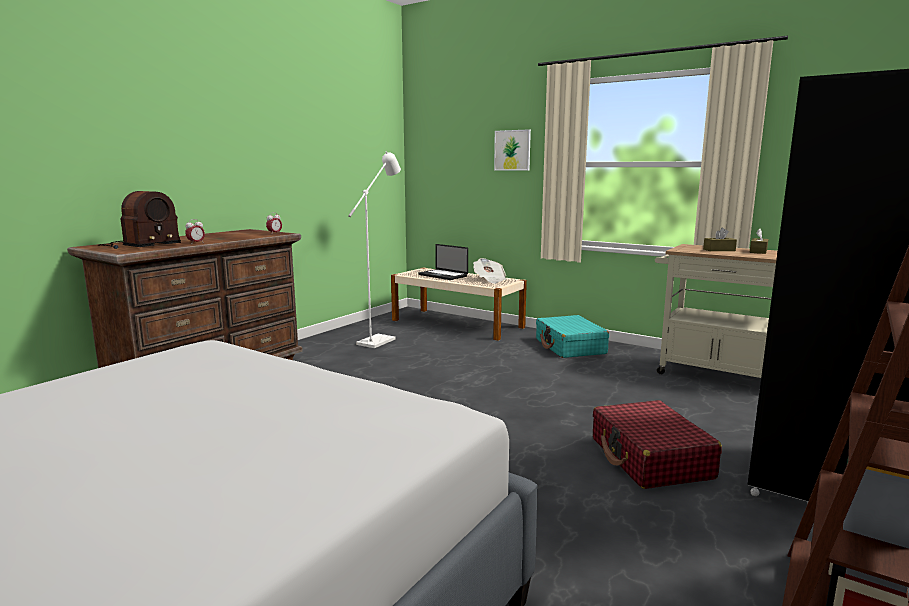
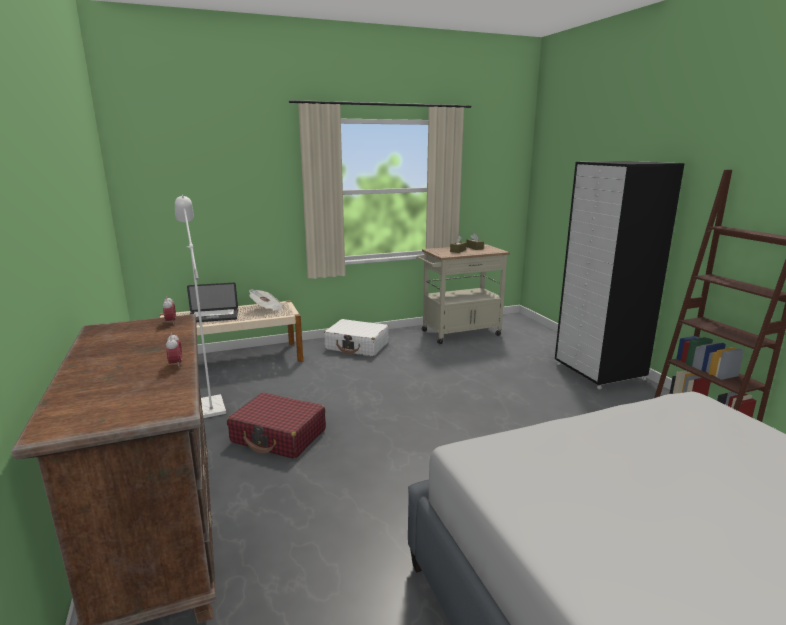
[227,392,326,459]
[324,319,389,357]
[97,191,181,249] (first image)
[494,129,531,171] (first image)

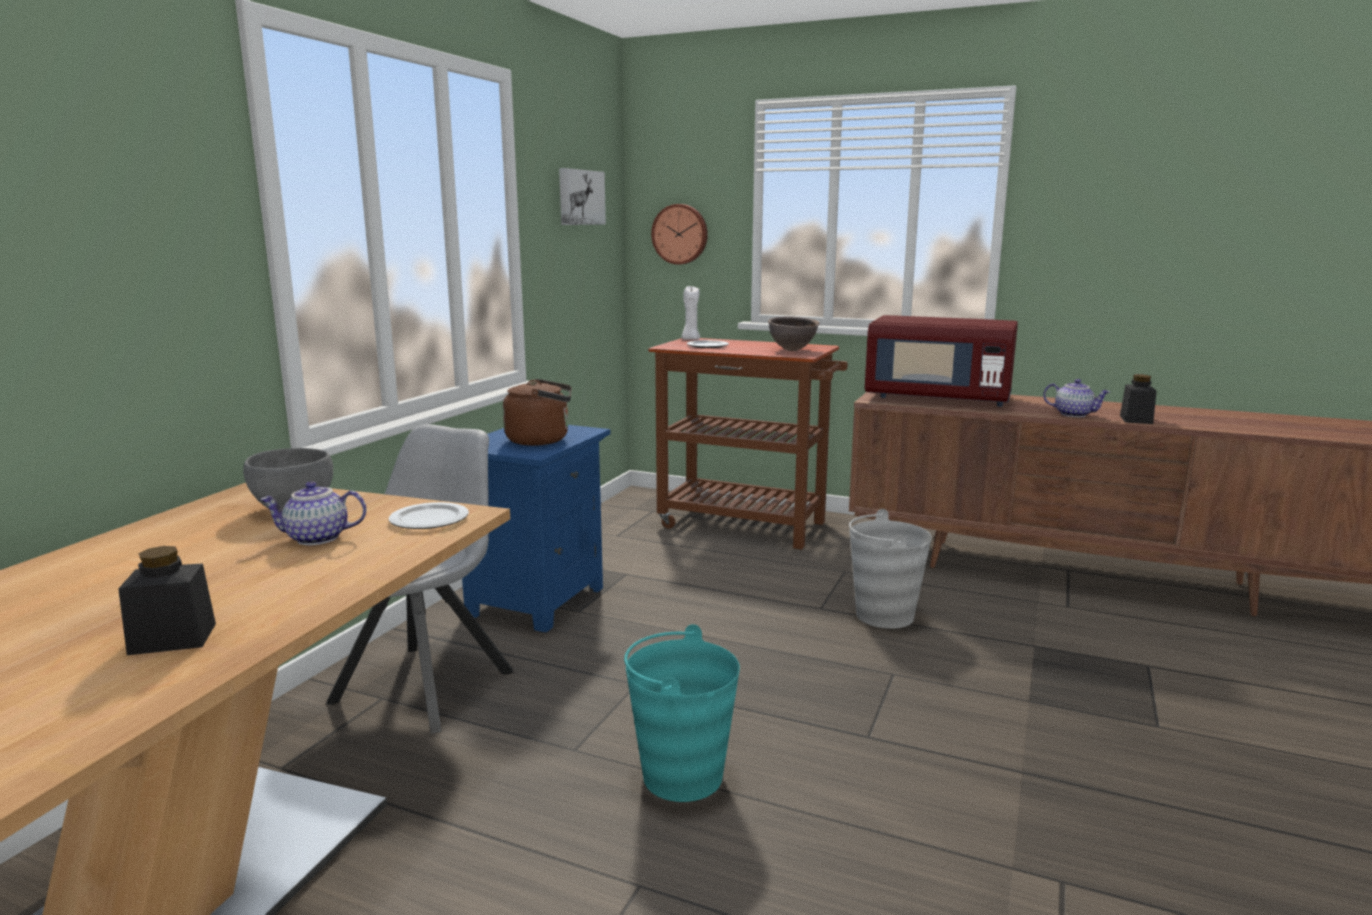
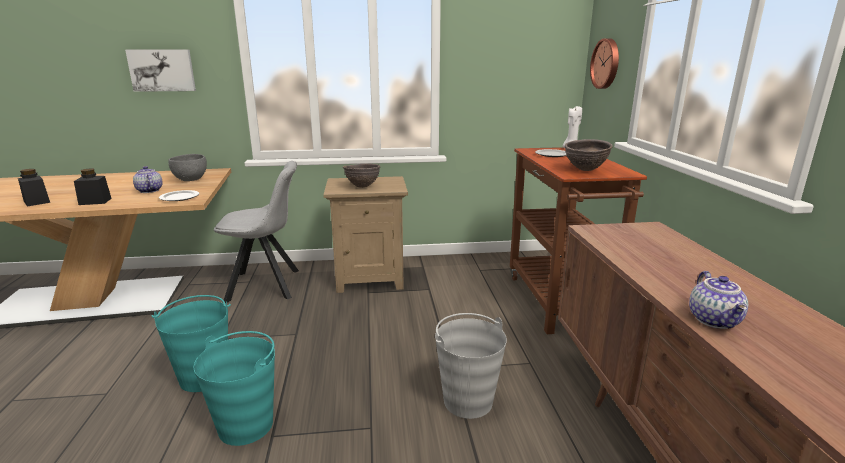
[74,168,112,205]
[125,49,196,92]
[194,331,275,446]
[323,176,408,293]
[343,164,380,188]
[865,315,1018,407] (first image)

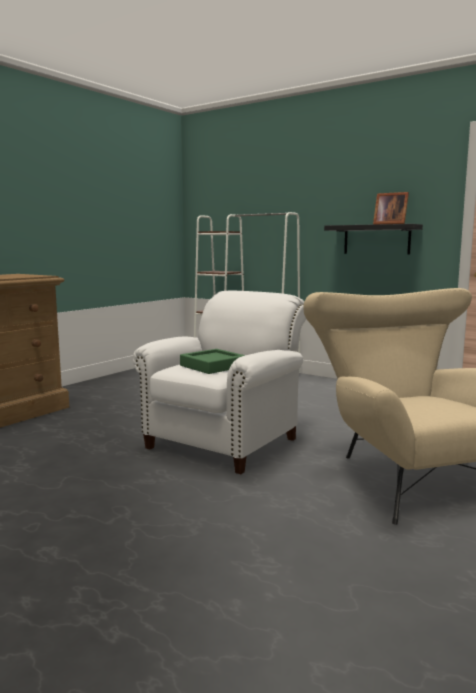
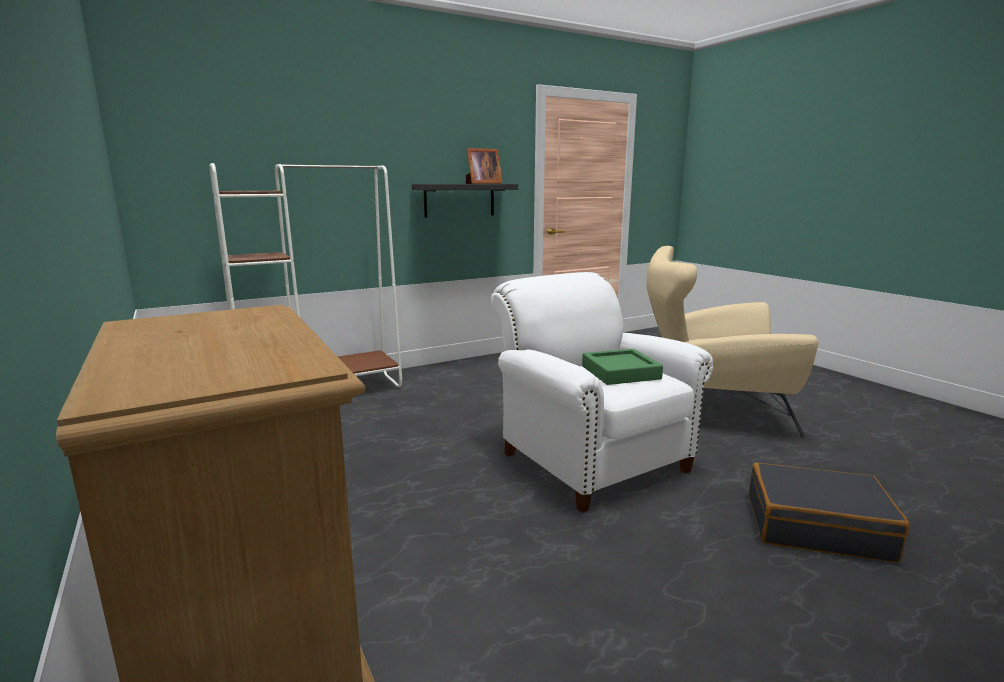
[749,463,910,563]

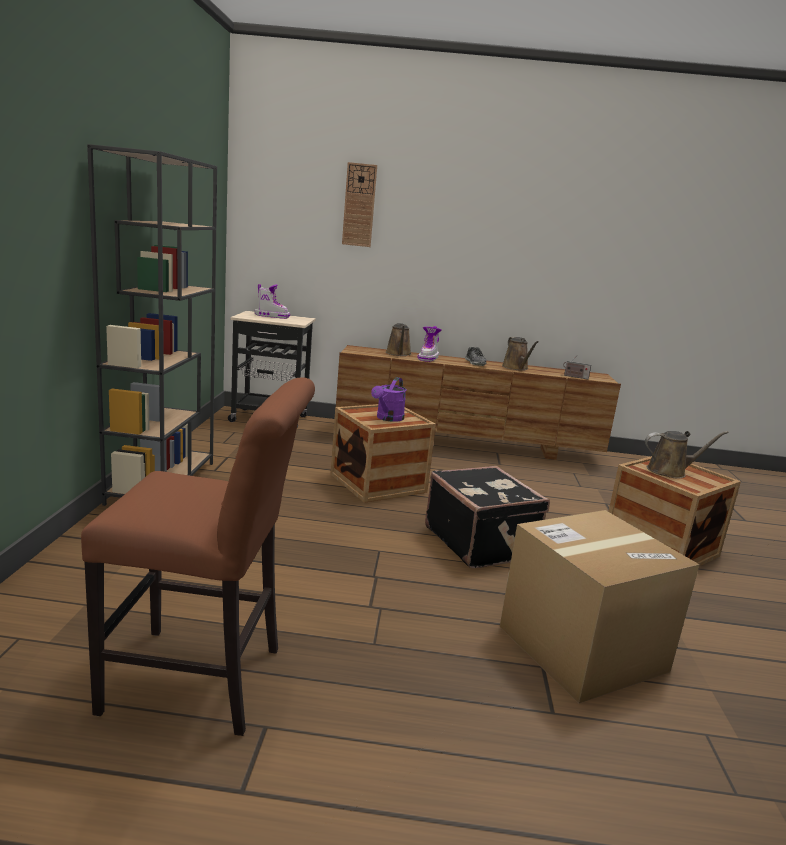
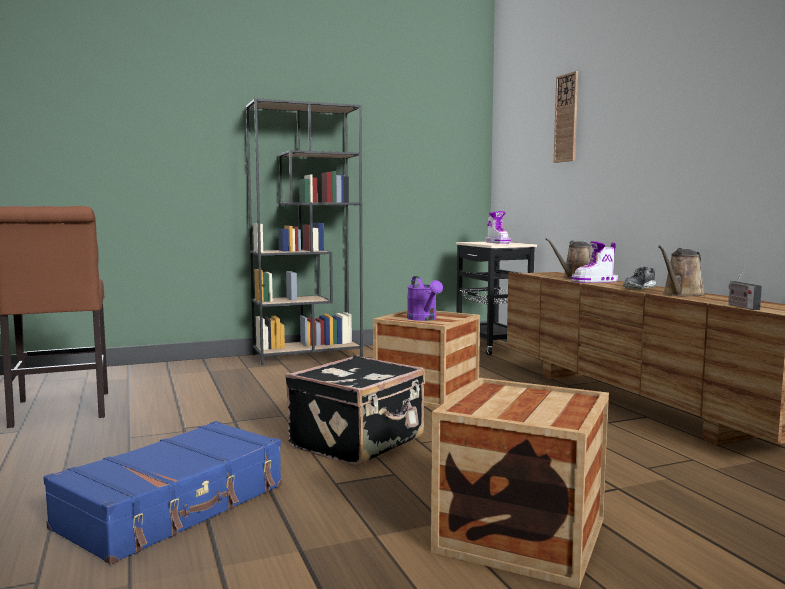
[43,421,282,565]
[407,276,443,321]
[645,431,729,479] (first image)

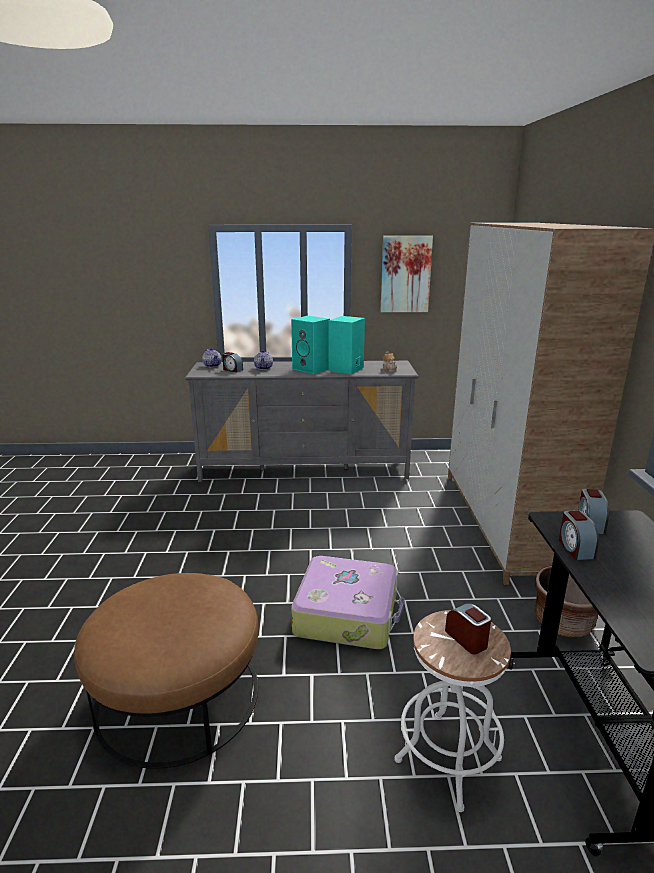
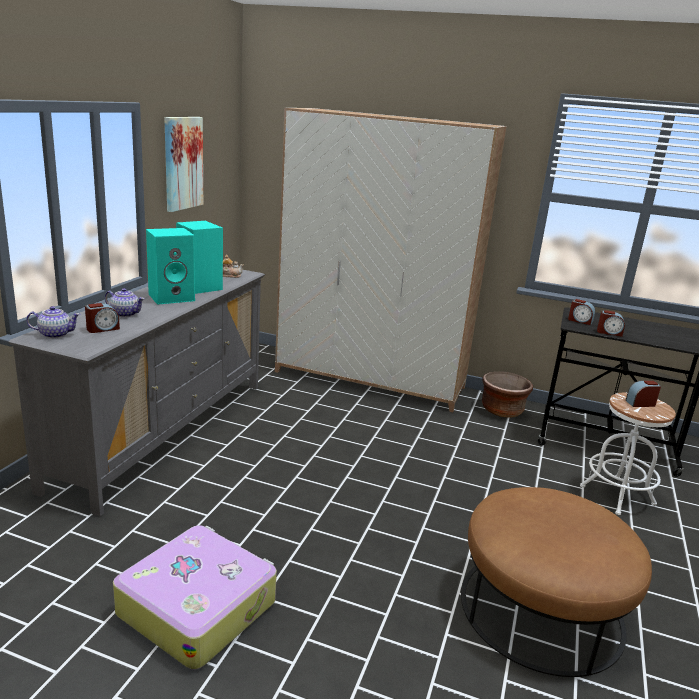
[113,525,277,670]

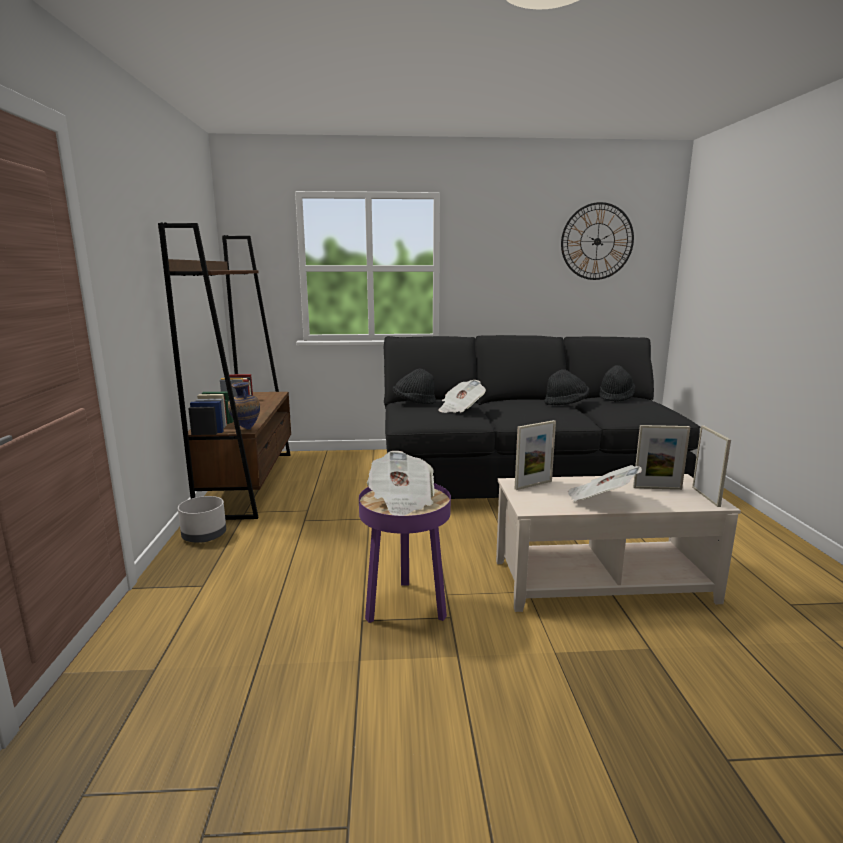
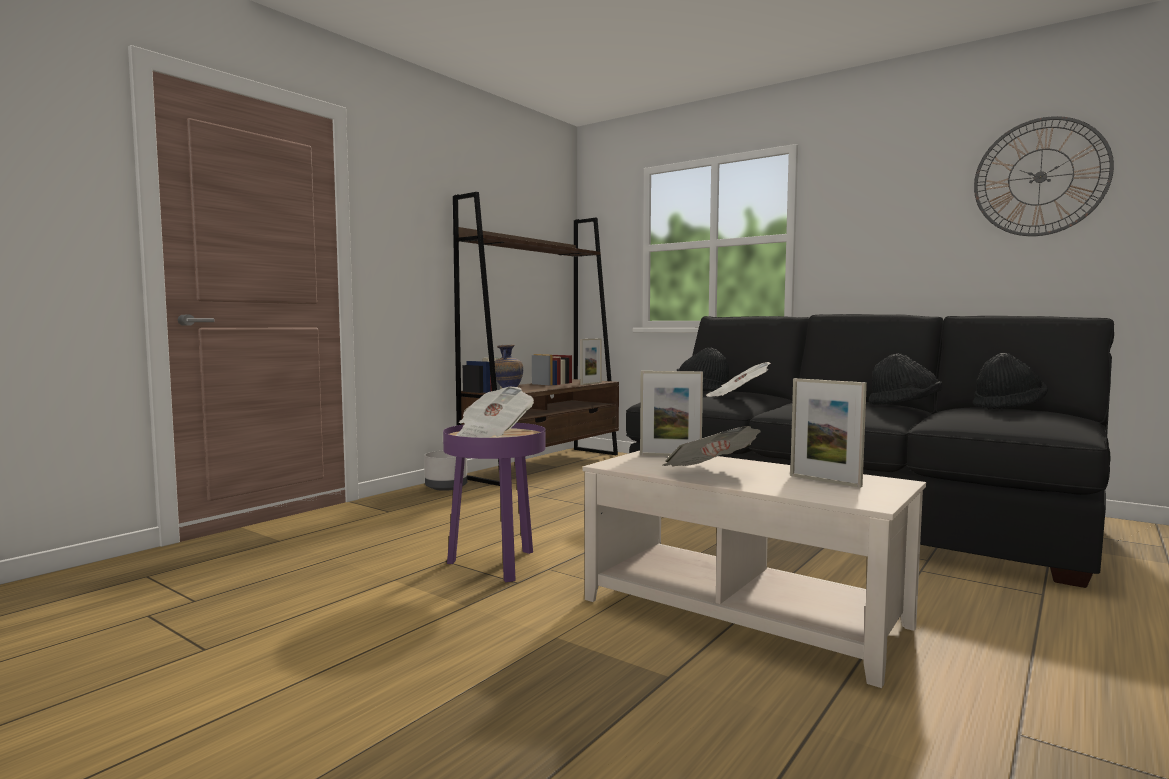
[580,338,602,385]

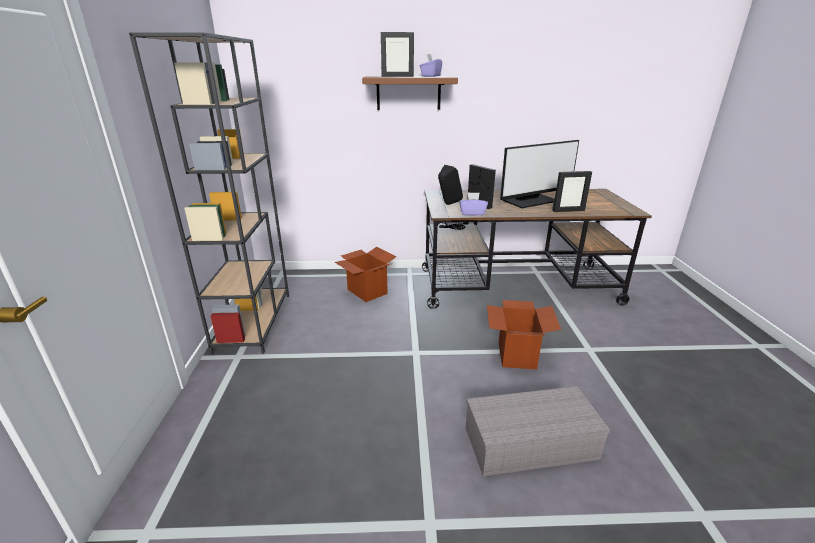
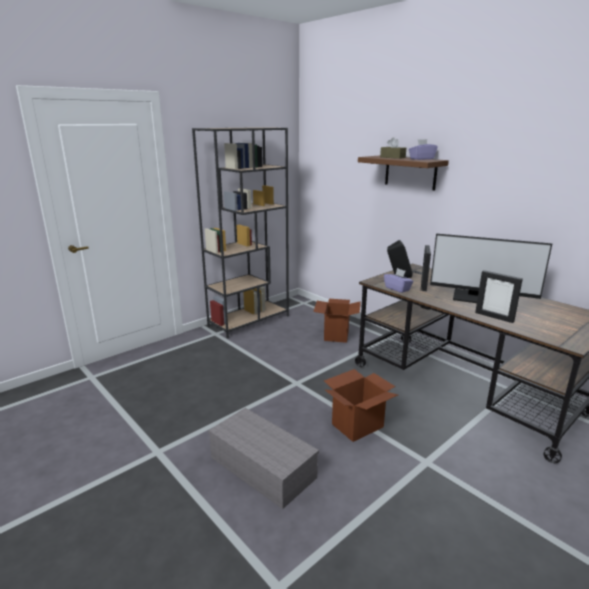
[380,137,406,159]

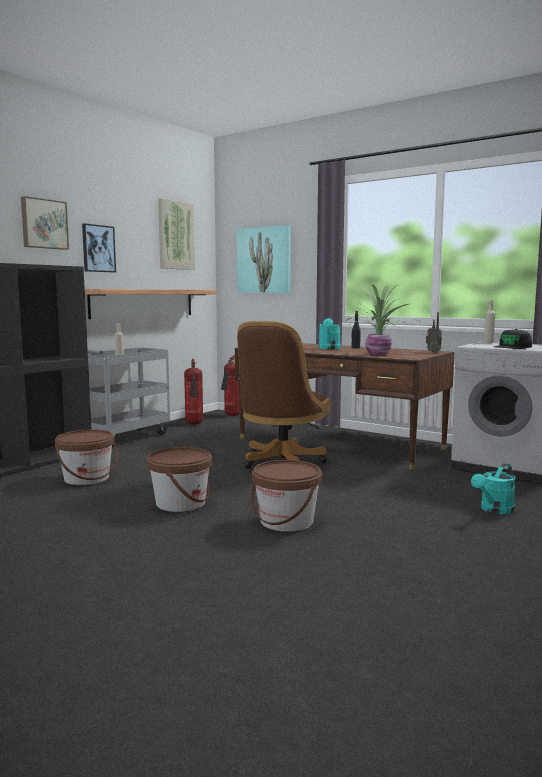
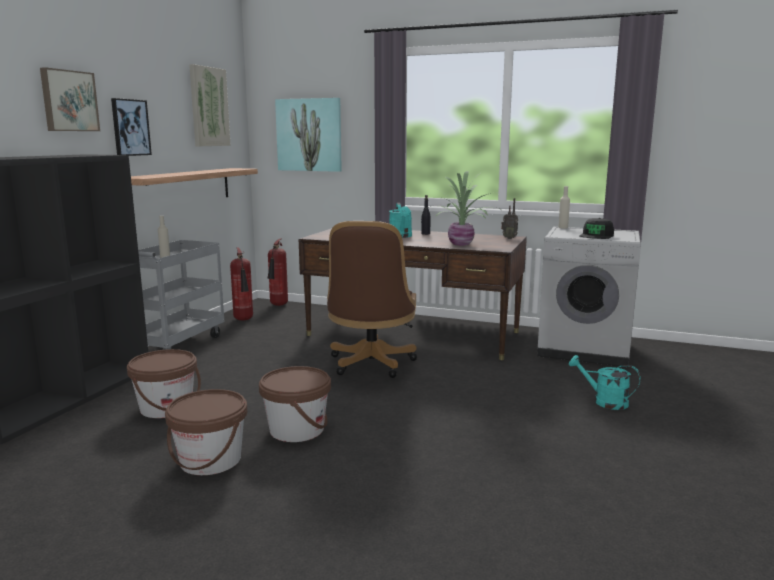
[165,389,247,475]
[569,355,641,410]

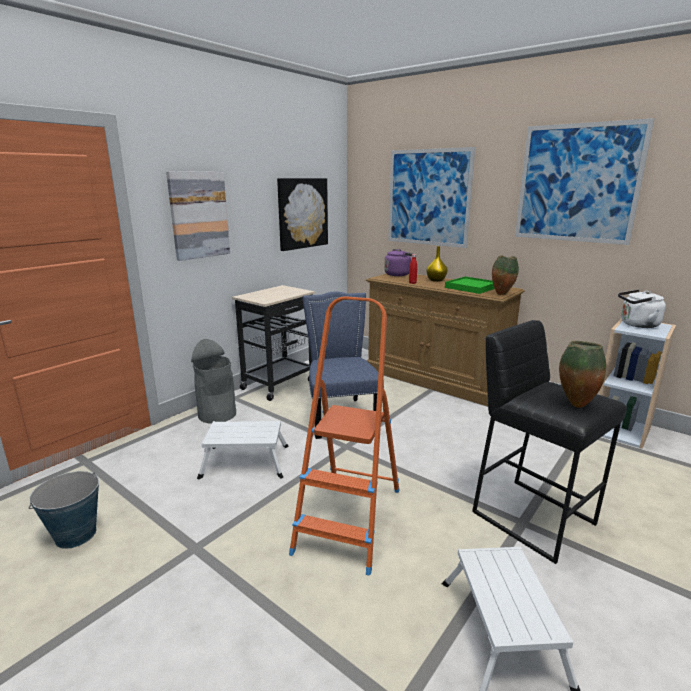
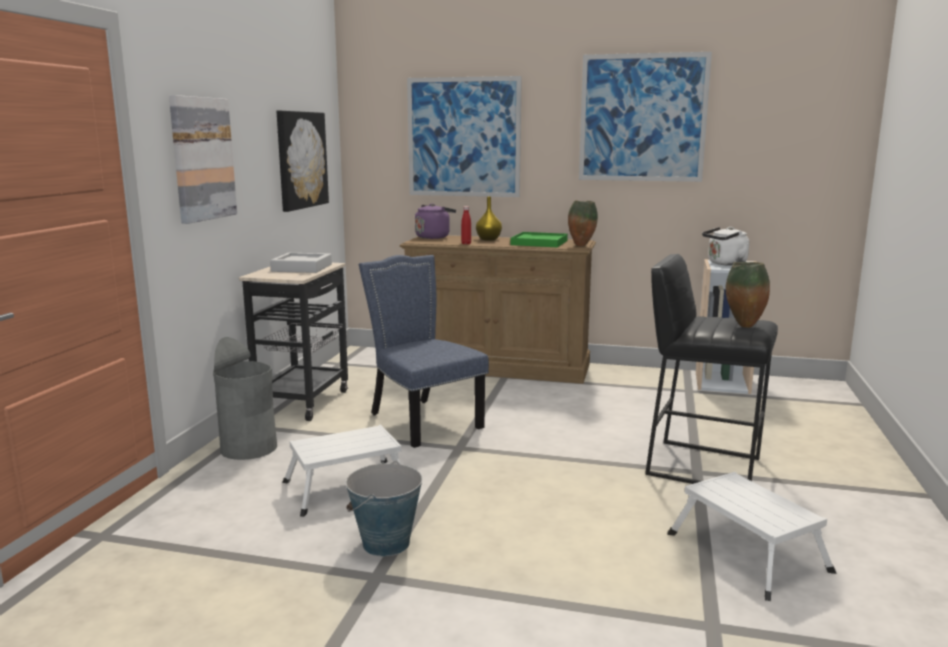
[270,253,332,273]
[346,461,422,556]
[289,296,399,575] (first image)

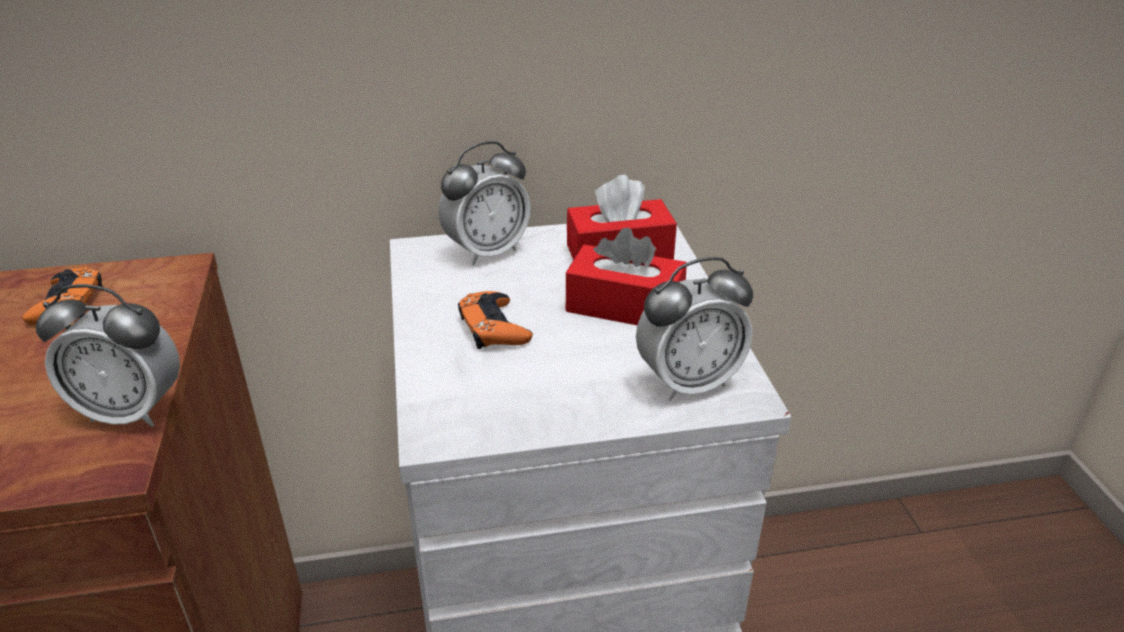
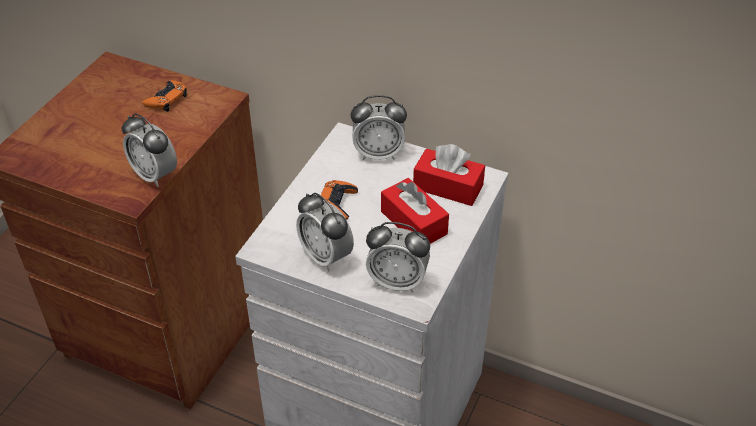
[296,193,354,271]

